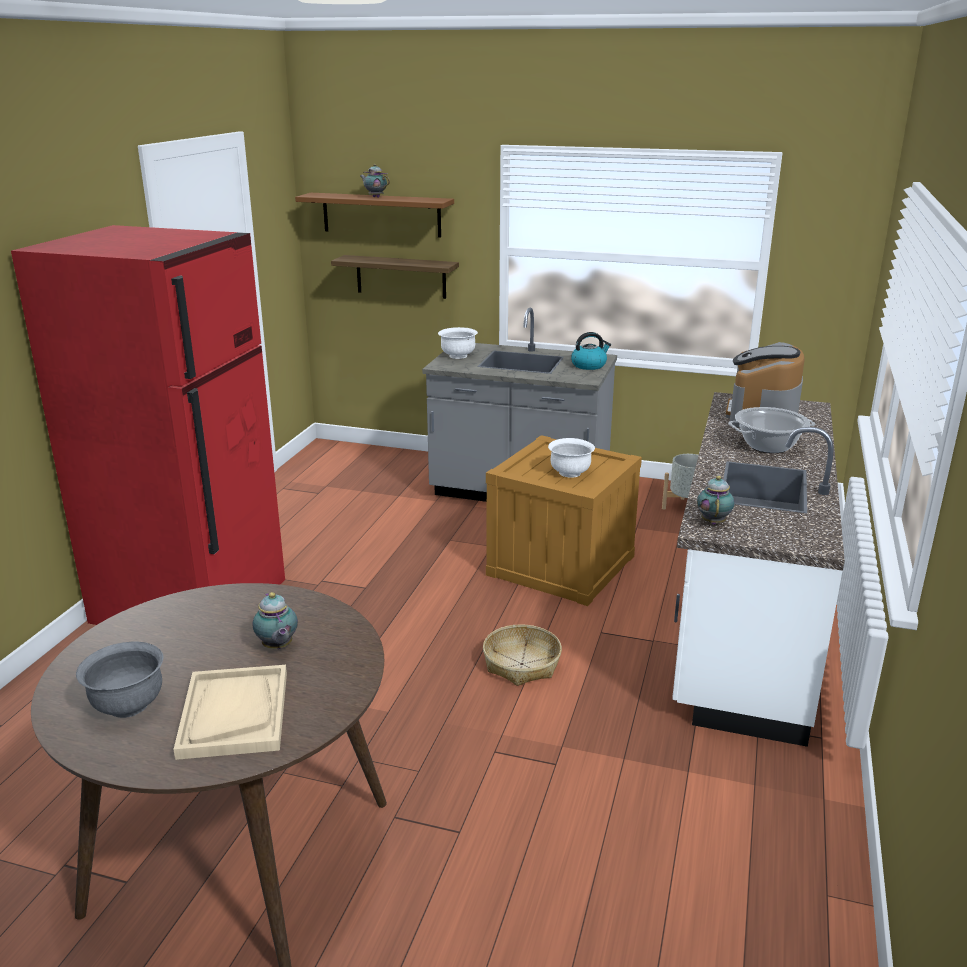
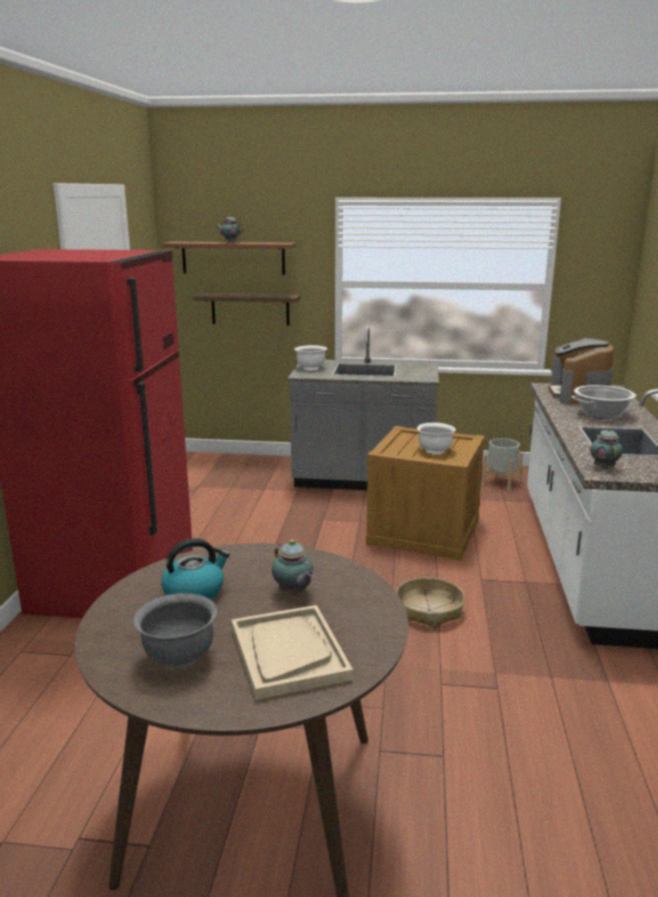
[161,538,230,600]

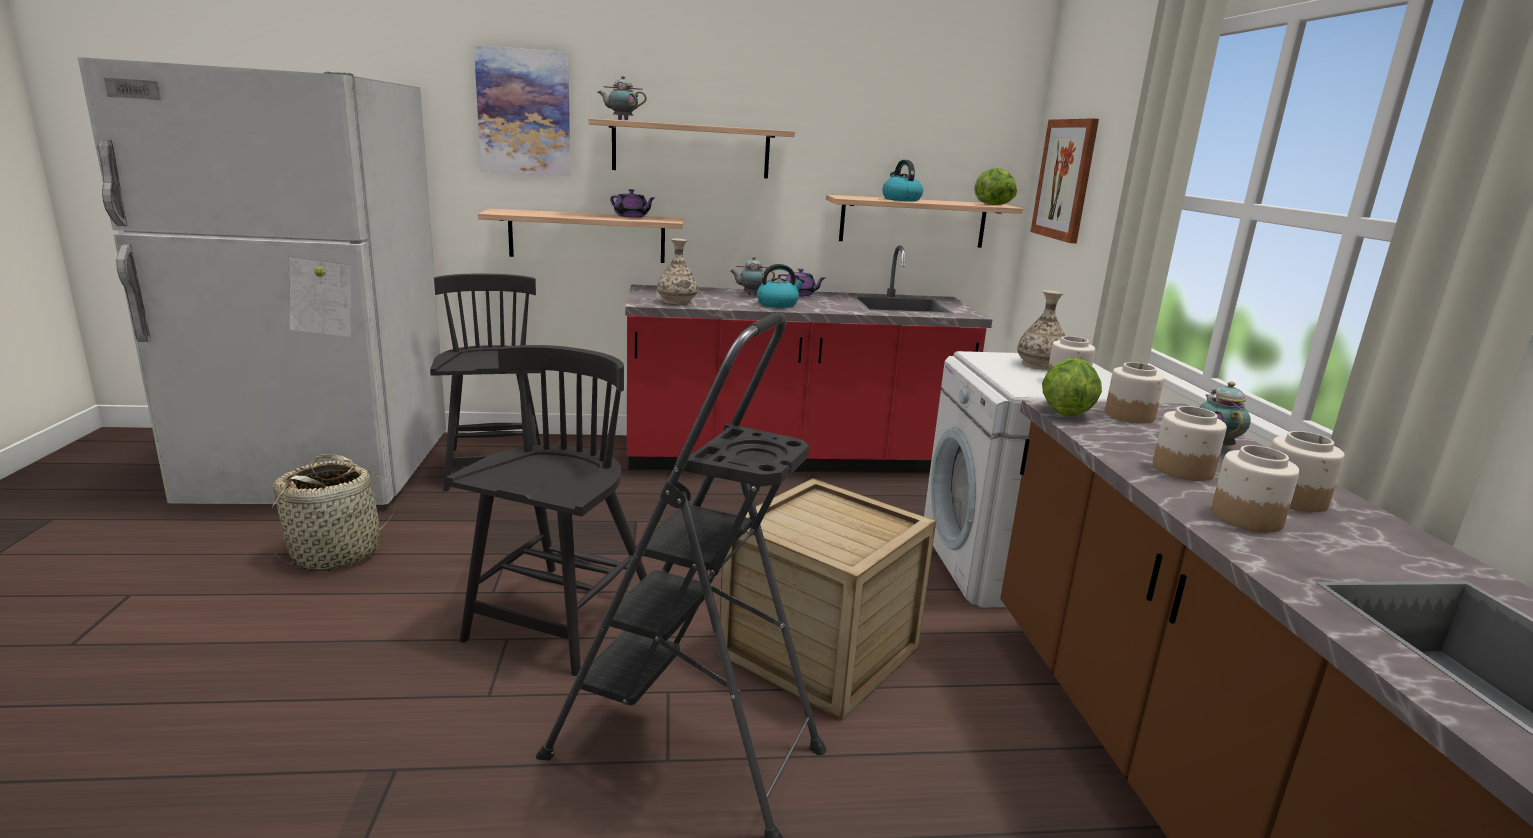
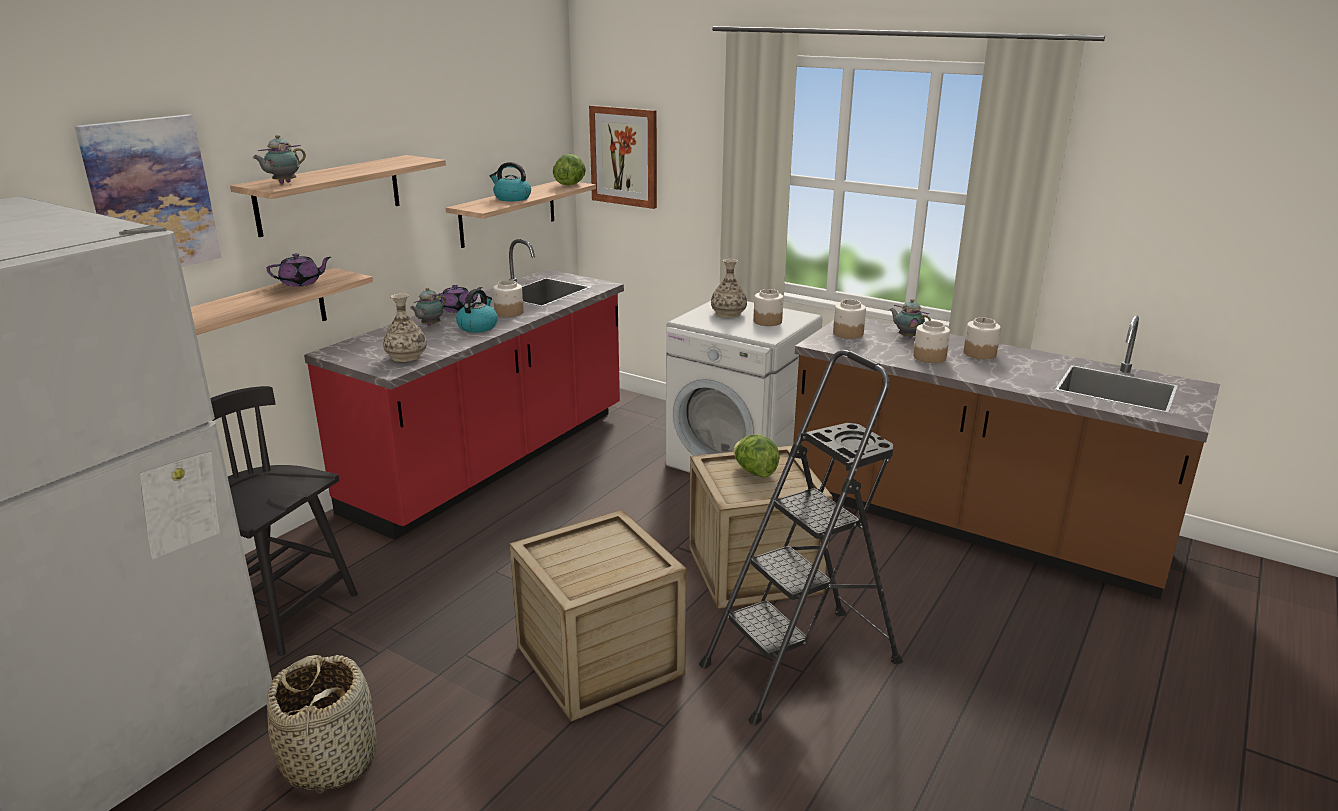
[493,280,524,317]
[510,510,687,722]
[733,434,780,478]

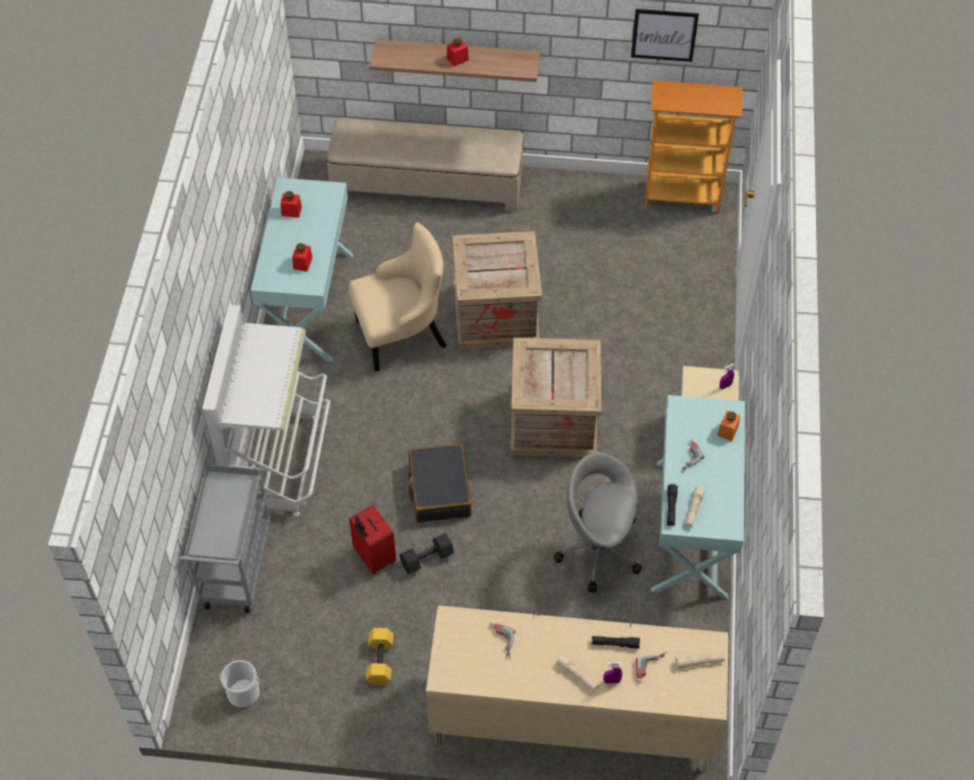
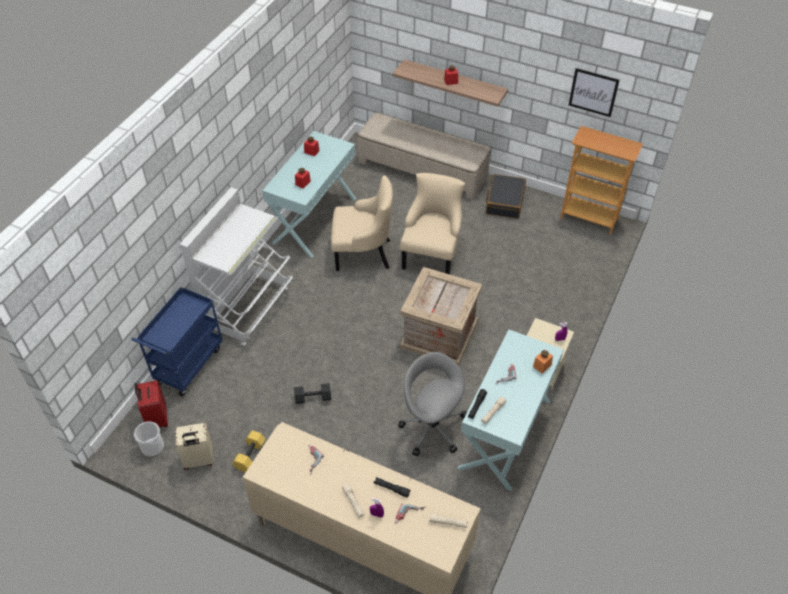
[131,287,223,396]
[135,380,168,427]
[175,423,214,470]
[400,173,465,275]
[486,174,526,219]

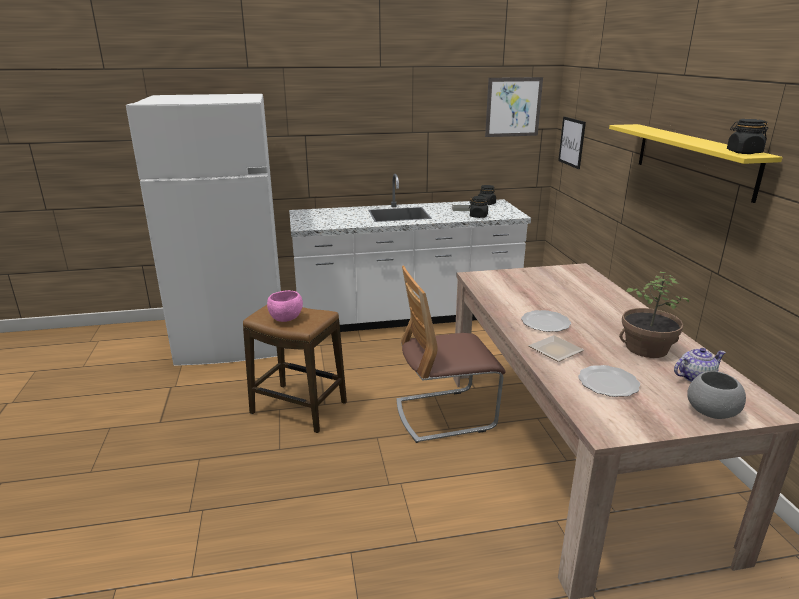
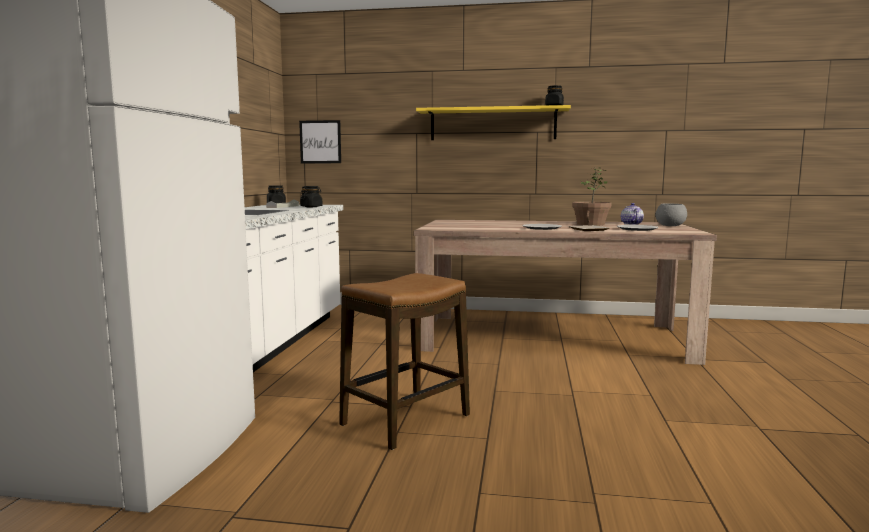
[267,290,303,322] (first image)
[396,266,506,443] (first image)
[485,77,543,137] (first image)

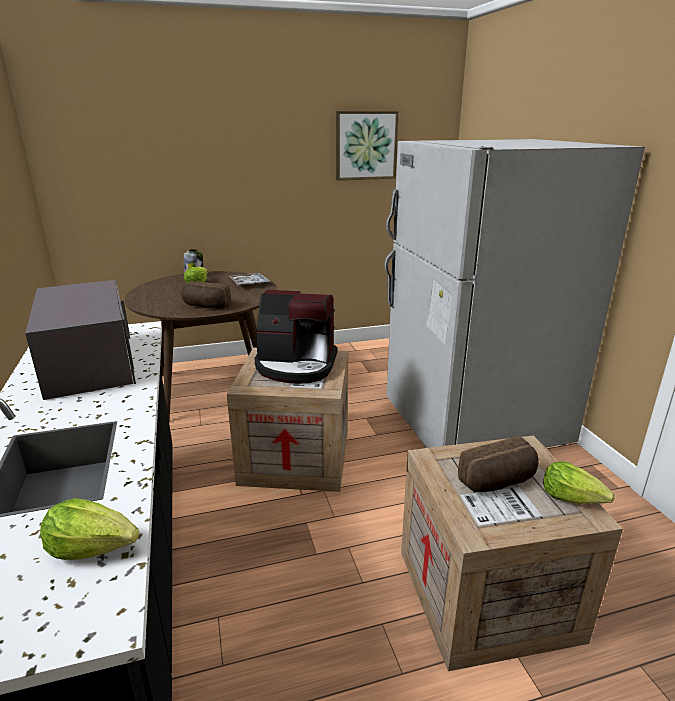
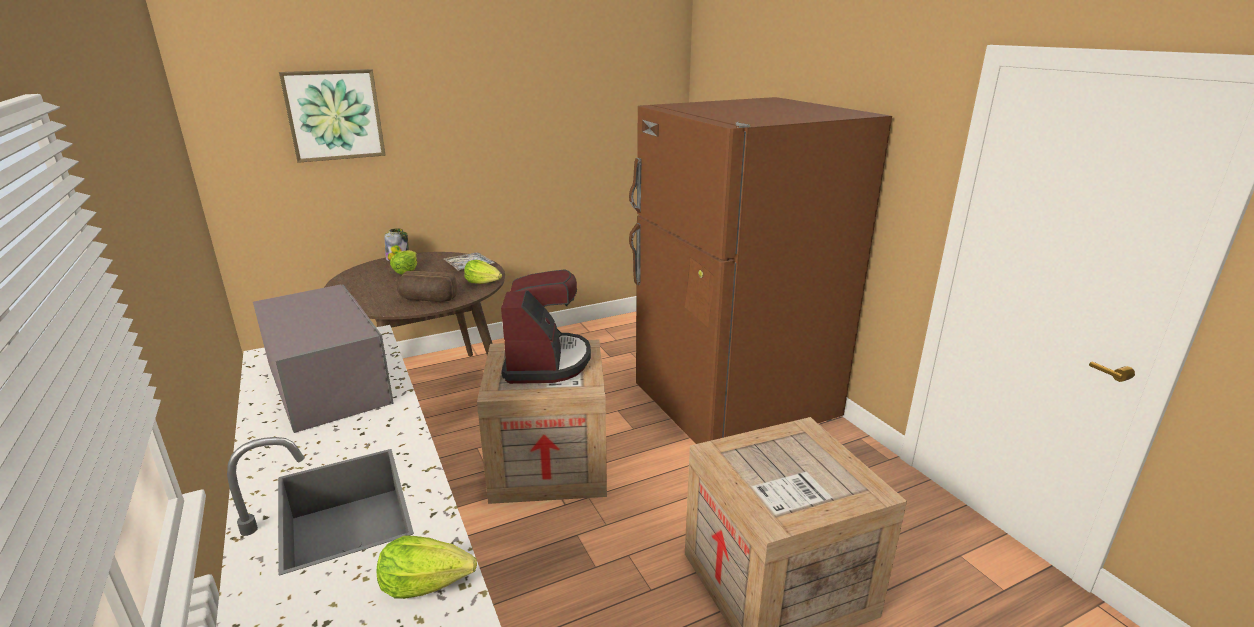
[279,69,385,163]
[464,260,502,284]
[501,269,591,384]
[629,97,892,444]
[458,436,539,492] (first image)

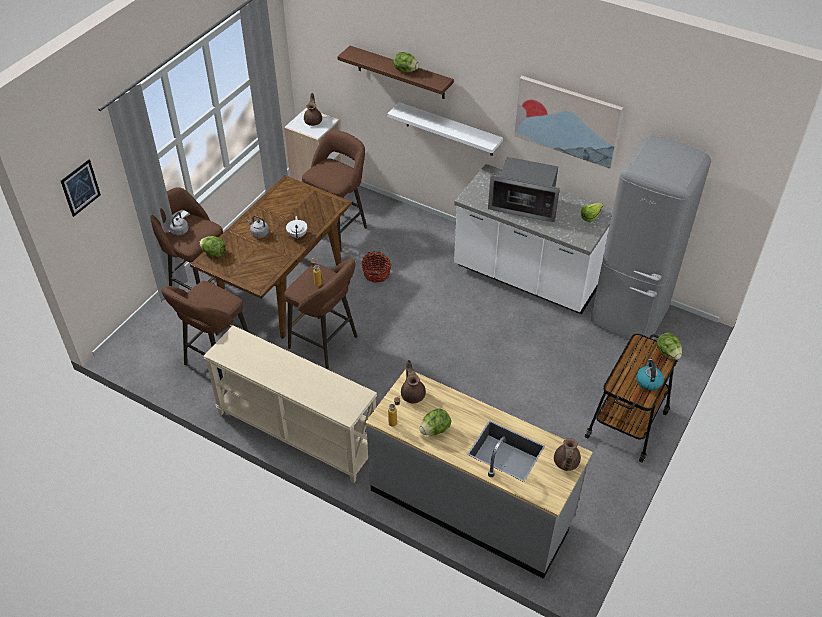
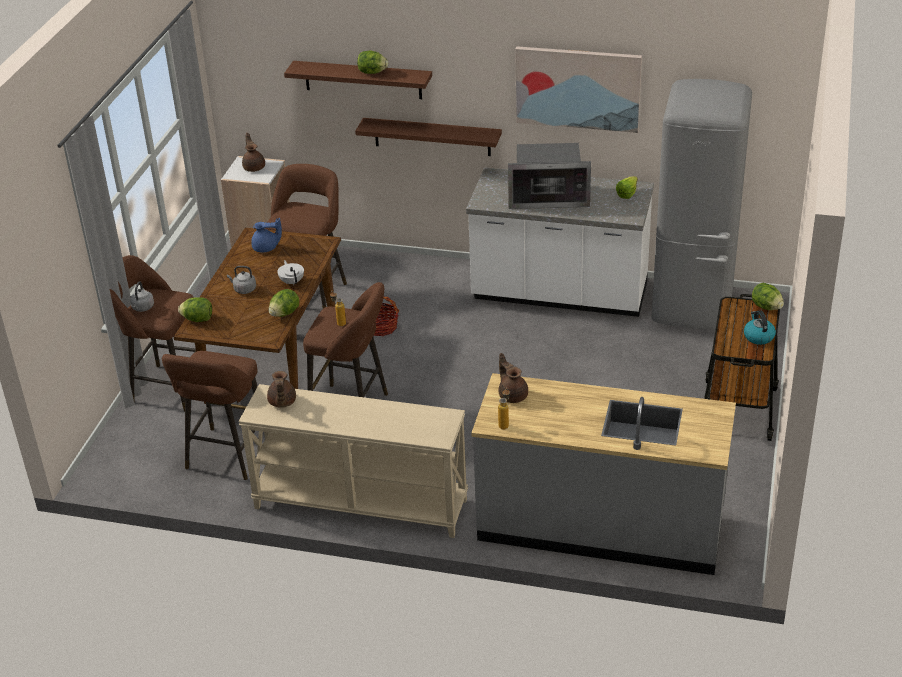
[251,218,282,252]
[267,371,296,408]
[269,289,299,317]
[355,118,502,156]
[61,159,101,217] (first image)

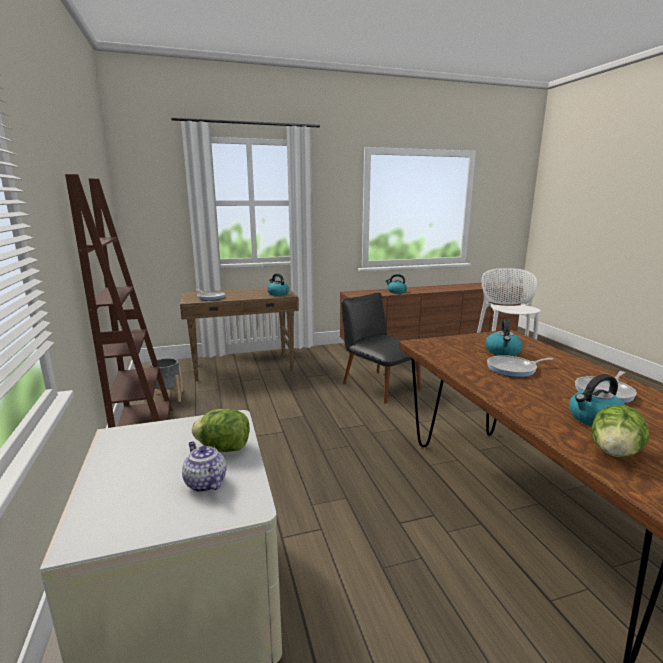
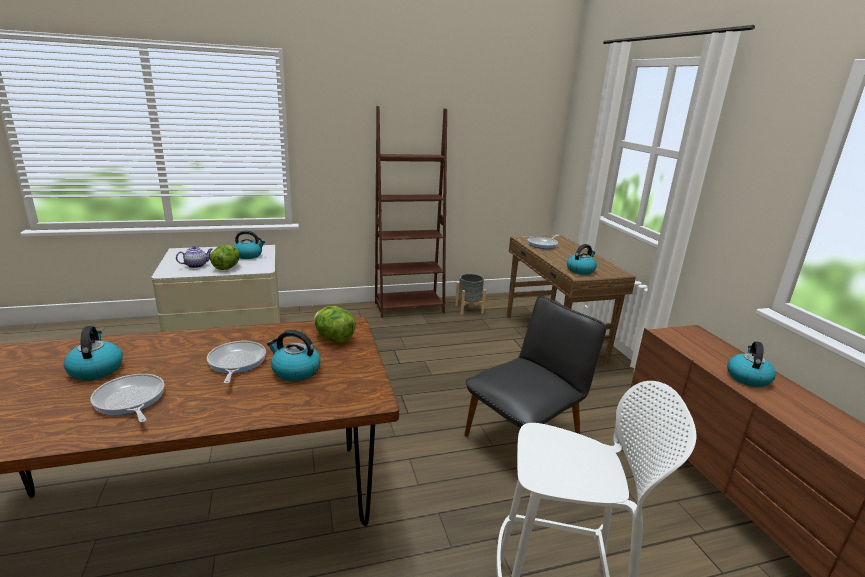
[234,230,265,259]
[314,306,355,343]

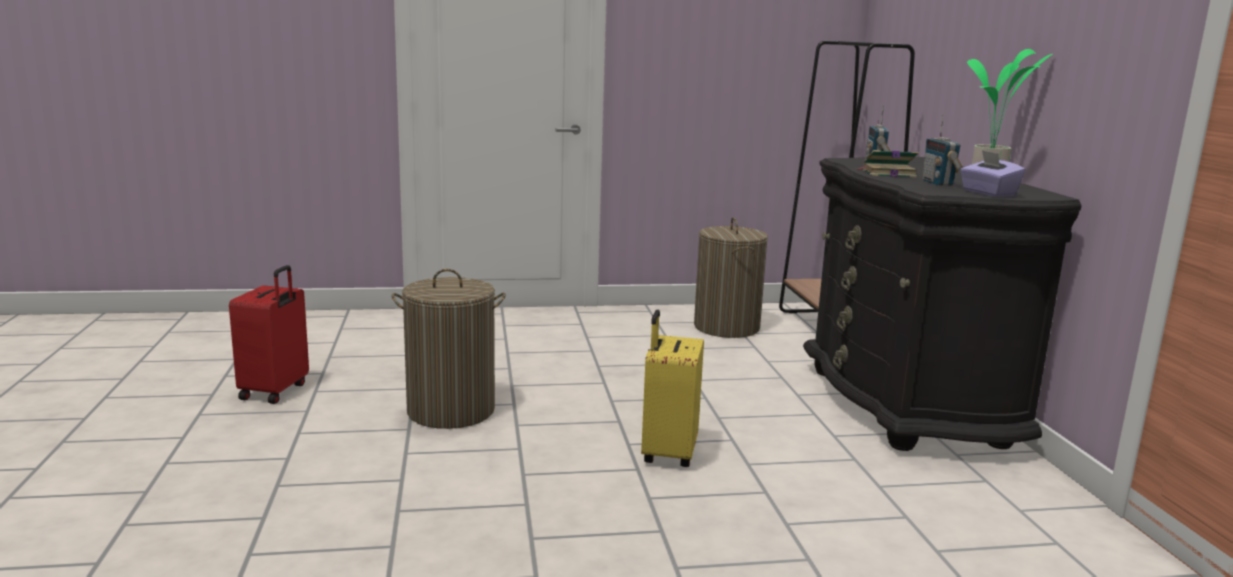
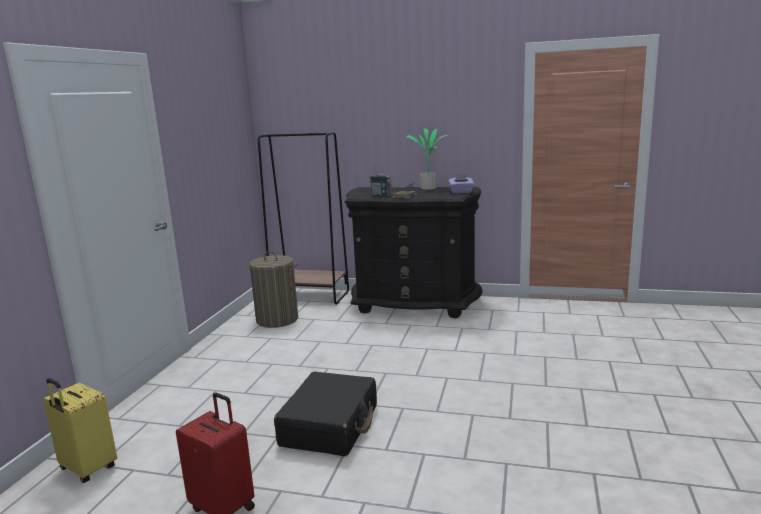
[43,378,117,483]
[274,372,377,456]
[923,115,962,186] (first image)

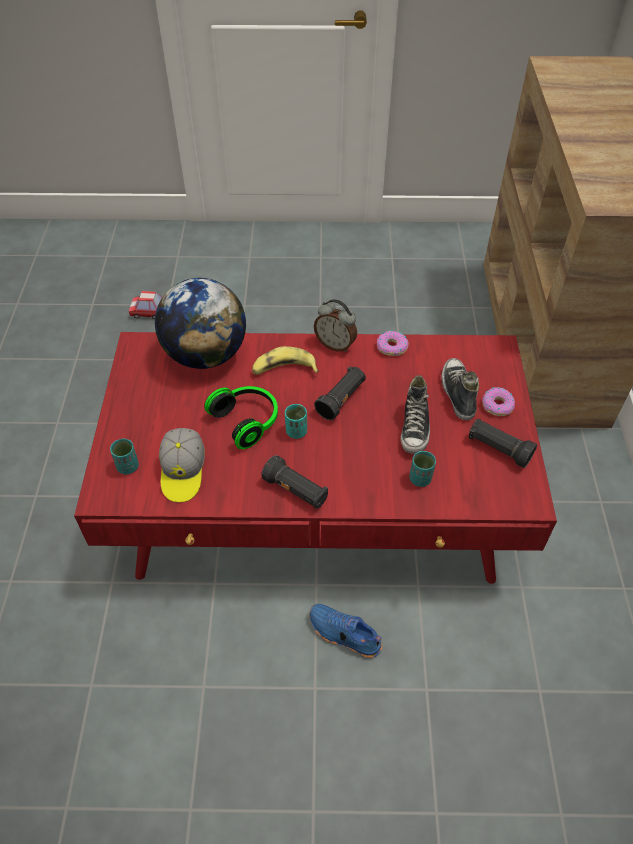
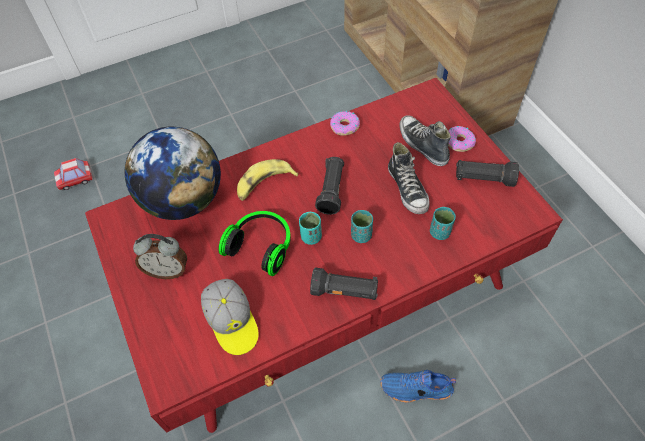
[133,234,187,279]
[351,210,373,243]

